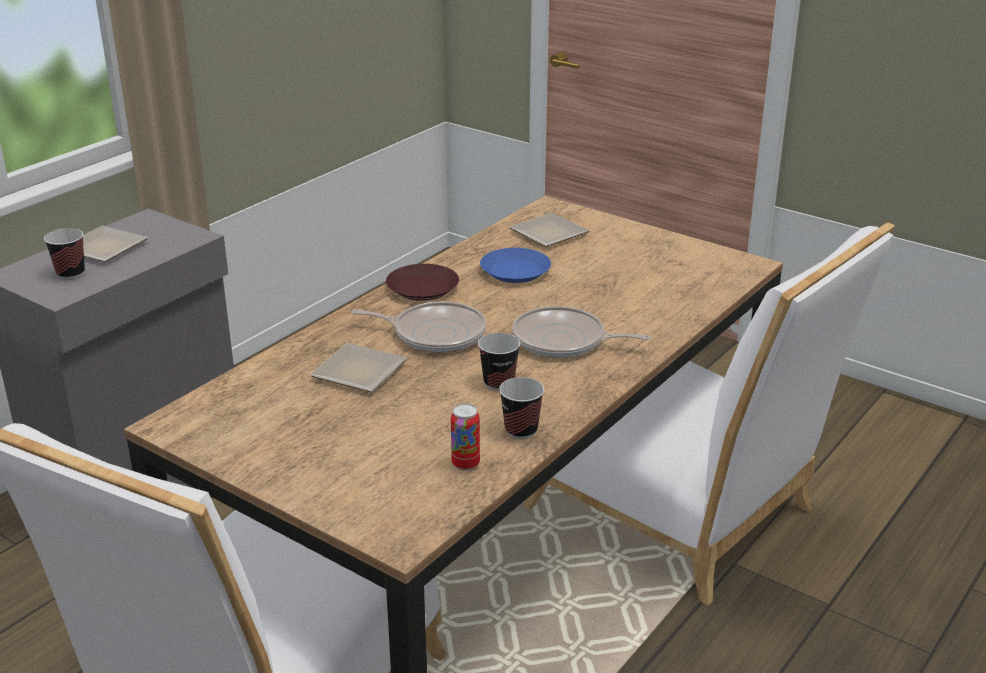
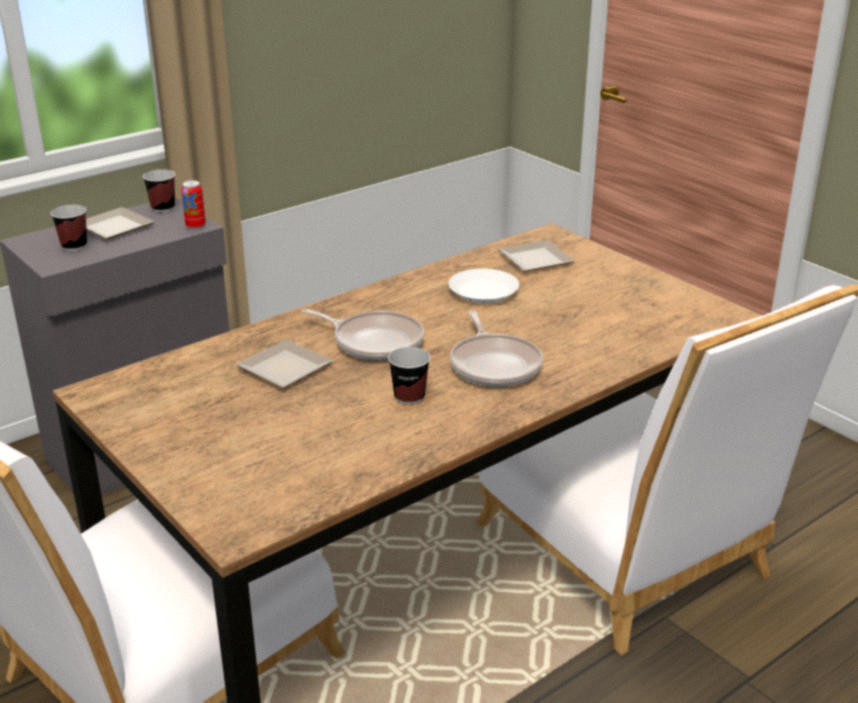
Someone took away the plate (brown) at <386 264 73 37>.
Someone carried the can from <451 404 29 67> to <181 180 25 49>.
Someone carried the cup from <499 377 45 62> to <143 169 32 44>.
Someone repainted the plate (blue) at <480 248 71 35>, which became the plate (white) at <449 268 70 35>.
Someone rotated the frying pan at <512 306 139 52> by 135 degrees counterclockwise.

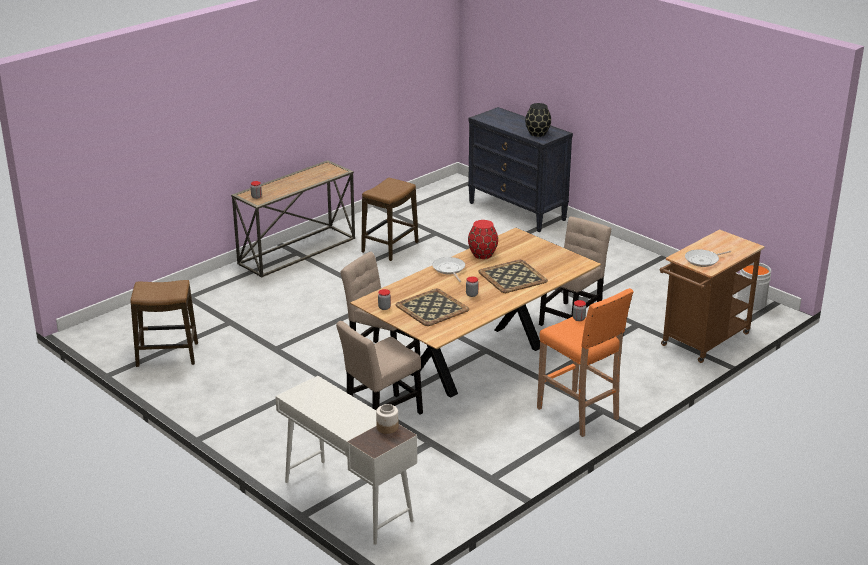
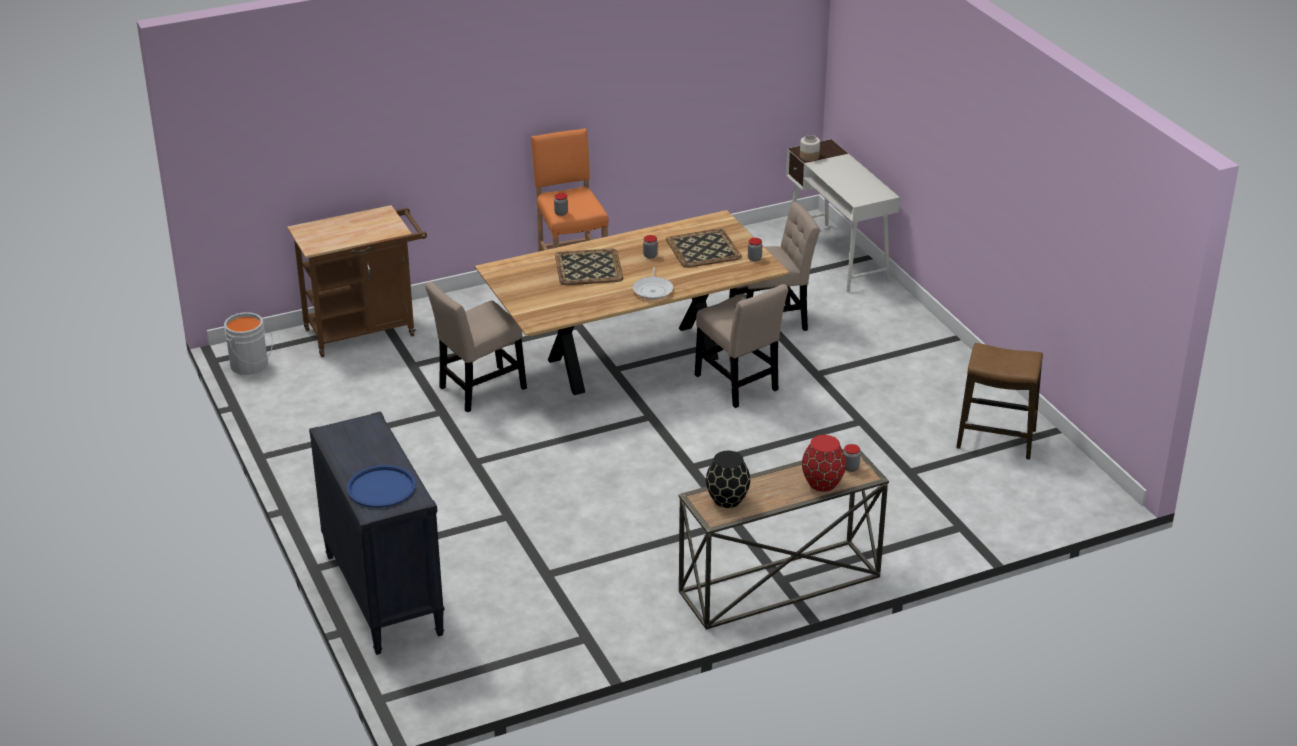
Someone took away the stool at <361 178 57 83>.
Someone took away the frying pan at <685 249 46 18>.
Someone put down the tray (blue) at <347 465 69 43>.
Someone carried the vase (red) from <468 220 30 39> to <802 435 44 57>.
Someone carried the vase (black) from <525 103 26 34> to <706 451 44 57>.

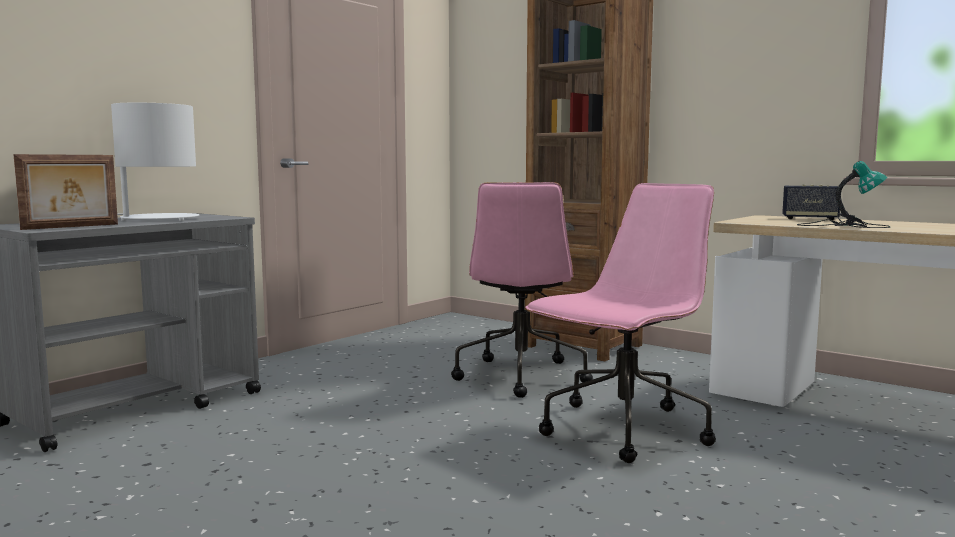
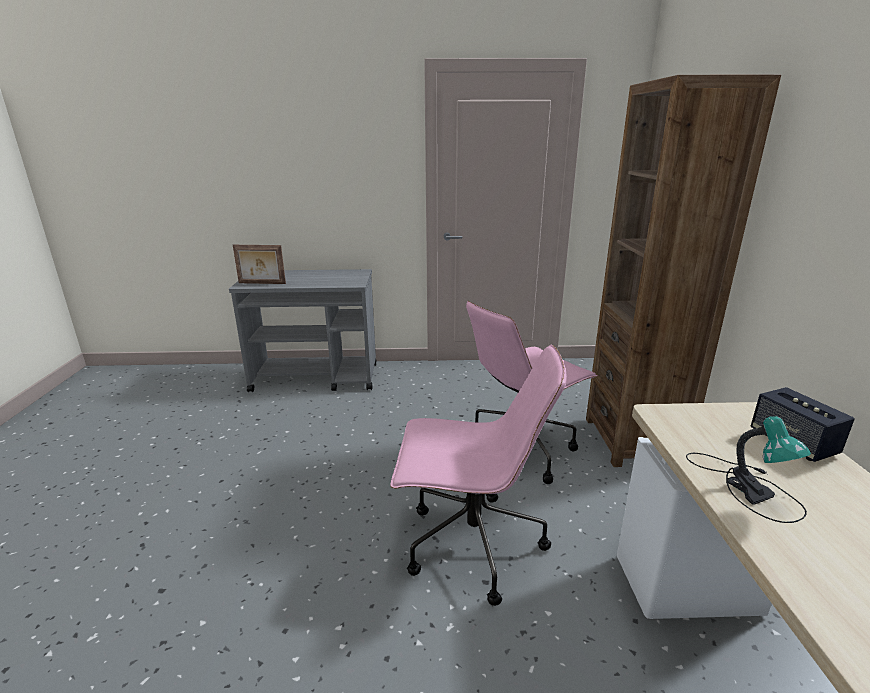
Someone took away the table lamp (white) at <111 103 88 118>.

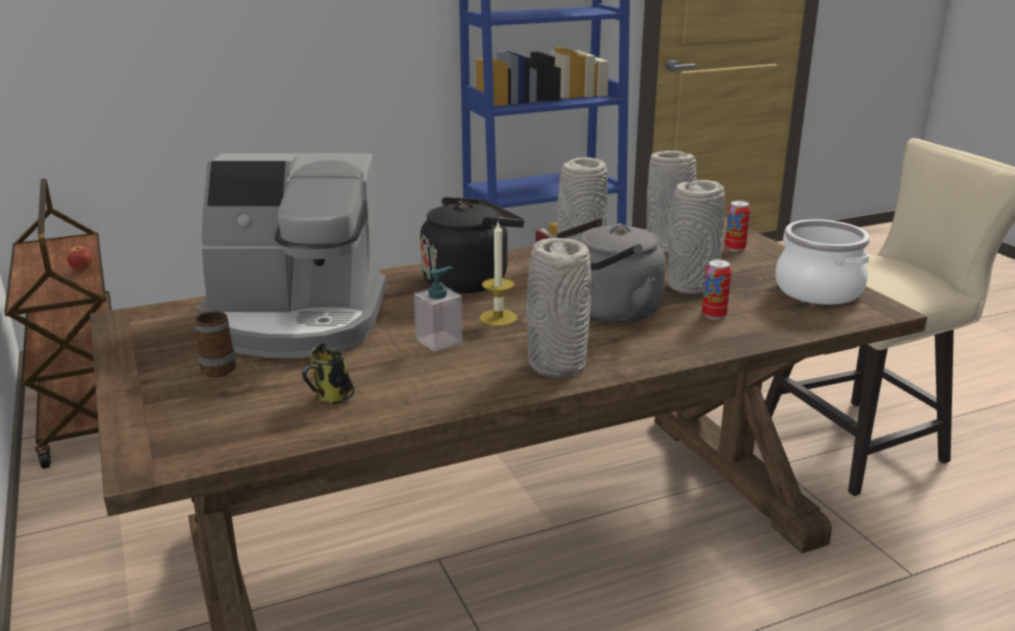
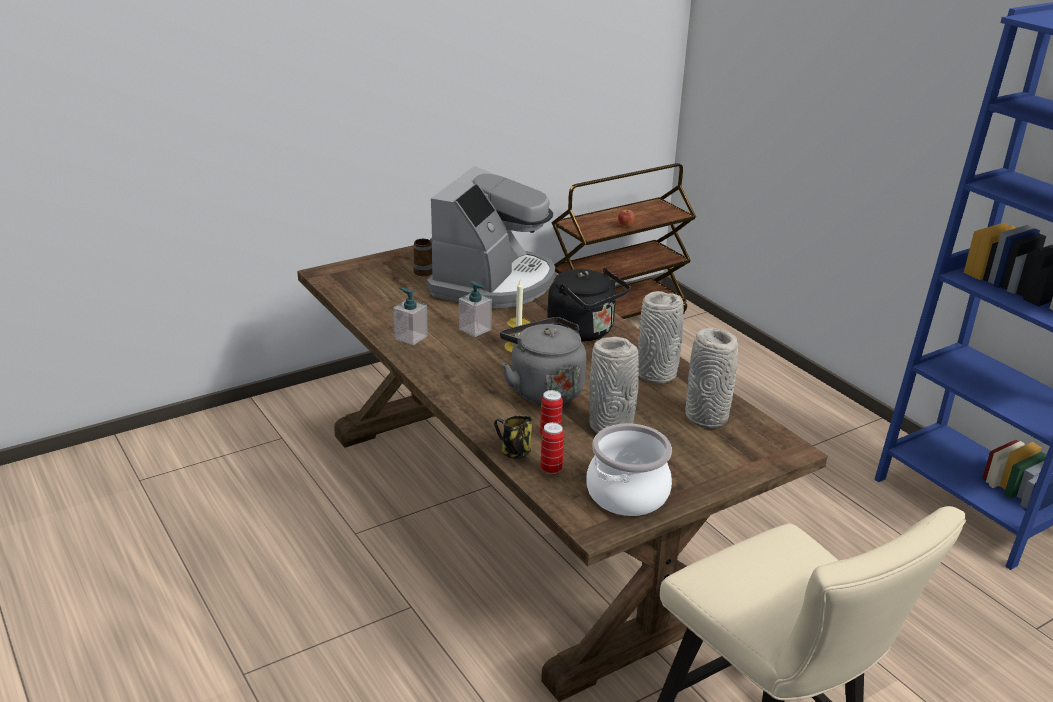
Someone took away the vase (grey) at <527 238 65 139>.
Someone put down the soap dispenser at <394 287 34 58>.
Someone carried the mug from <302 343 53 61> to <494 415 38 44>.
Someone carried the can from <725 200 25 52> to <540 422 24 52>.
Someone rotated the coffee machine at <197 153 190 205> by 150 degrees counterclockwise.

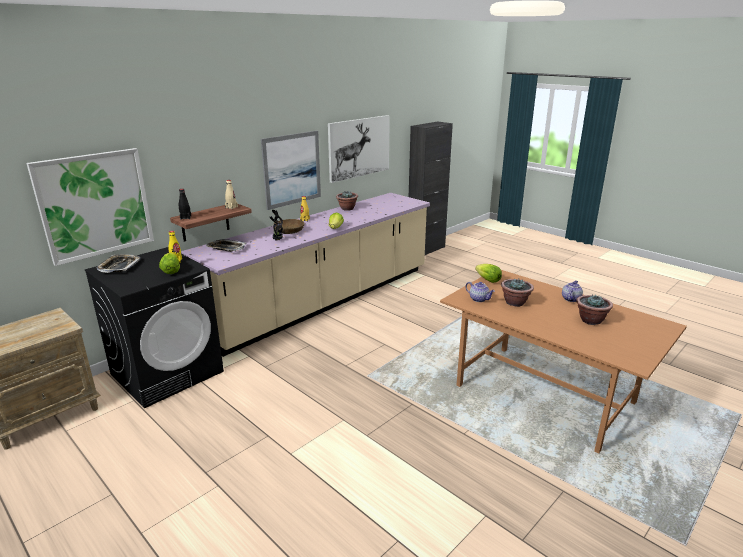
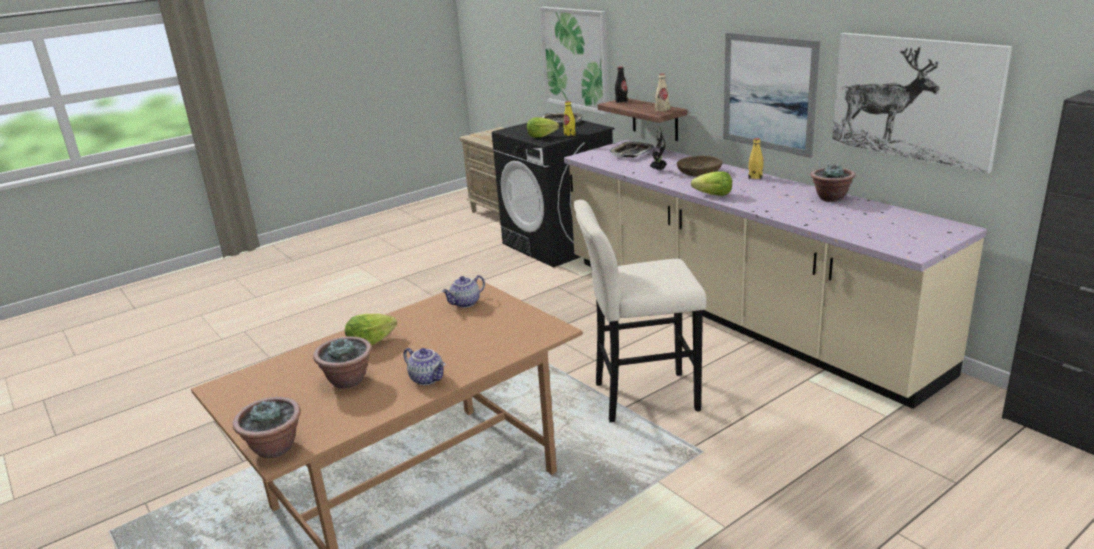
Someone put down the stool (beige) at <574 200 132 222>.
Someone carried the lettuce from <475 264 27 19> to <345 314 52 31>.
Someone carried the potted plant from <501 278 33 29> to <233 397 68 61>.

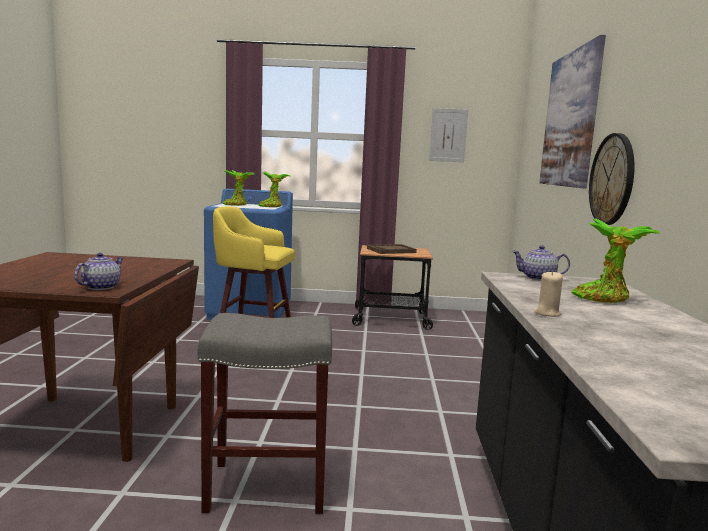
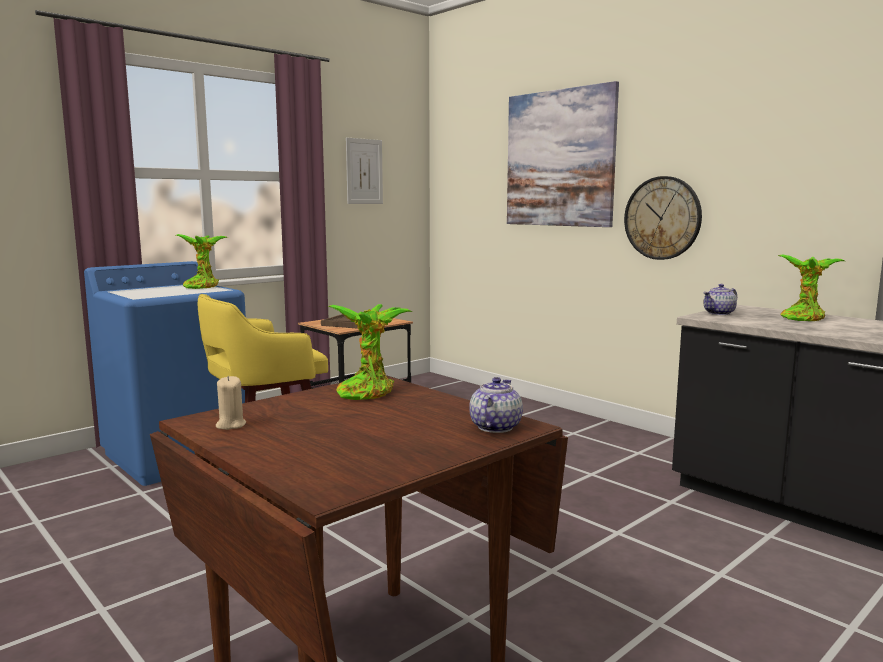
Someone took away the stool (grey) at <198 313 134 201>.
Someone carried the potted plant from <223 170 32 36> to <328 304 85 96>.
Someone carried the candle (beige) from <534 271 29 46> to <216 376 30 54>.
Someone rotated the teapot at <74 253 50 37> by 45 degrees clockwise.

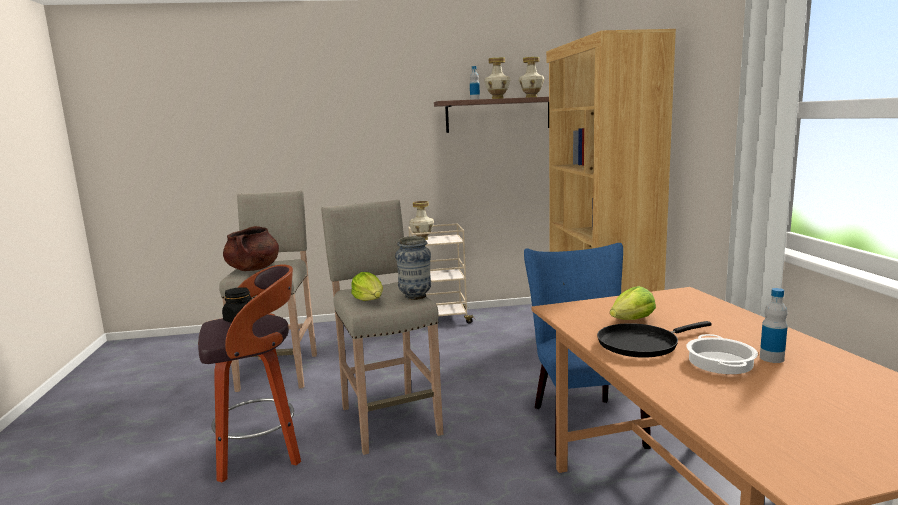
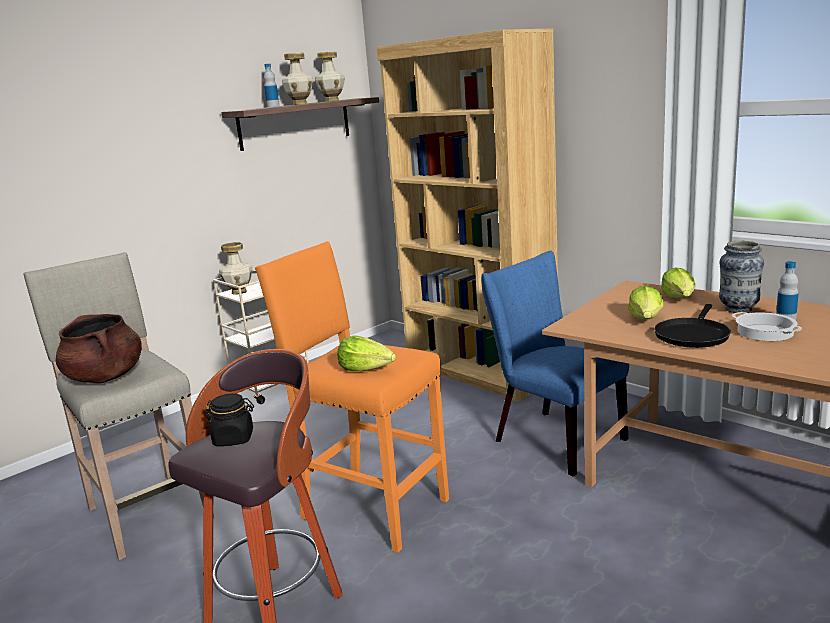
Someone put down the lettuce at <661 267 35 31>.
Someone carried the vase from <395 236 36 64> to <719 241 45 72>.
Someone repainted the stool (beige) at <321 200 122 255>, which became the stool (orange) at <255 242 194 311>.

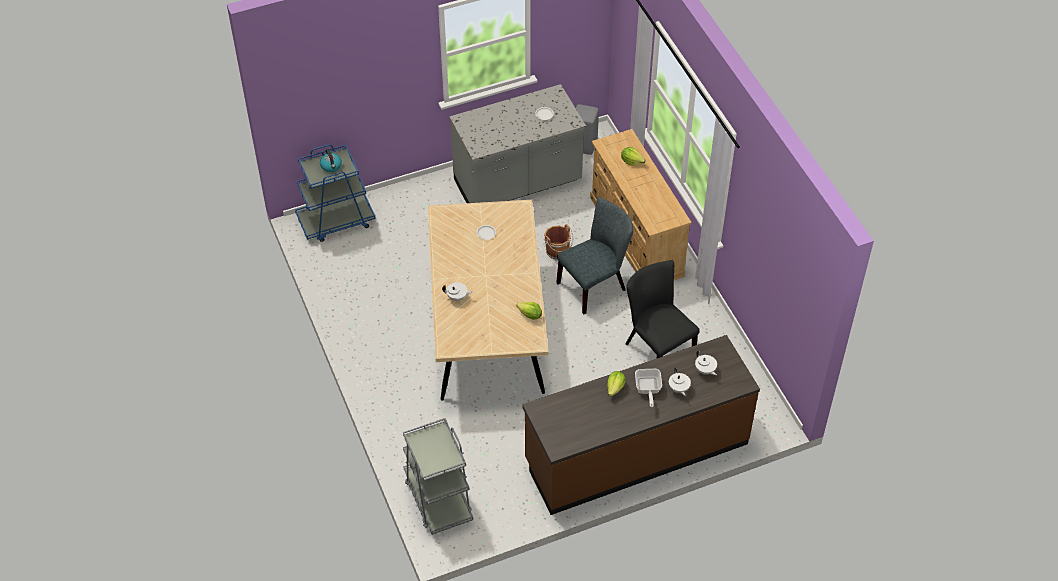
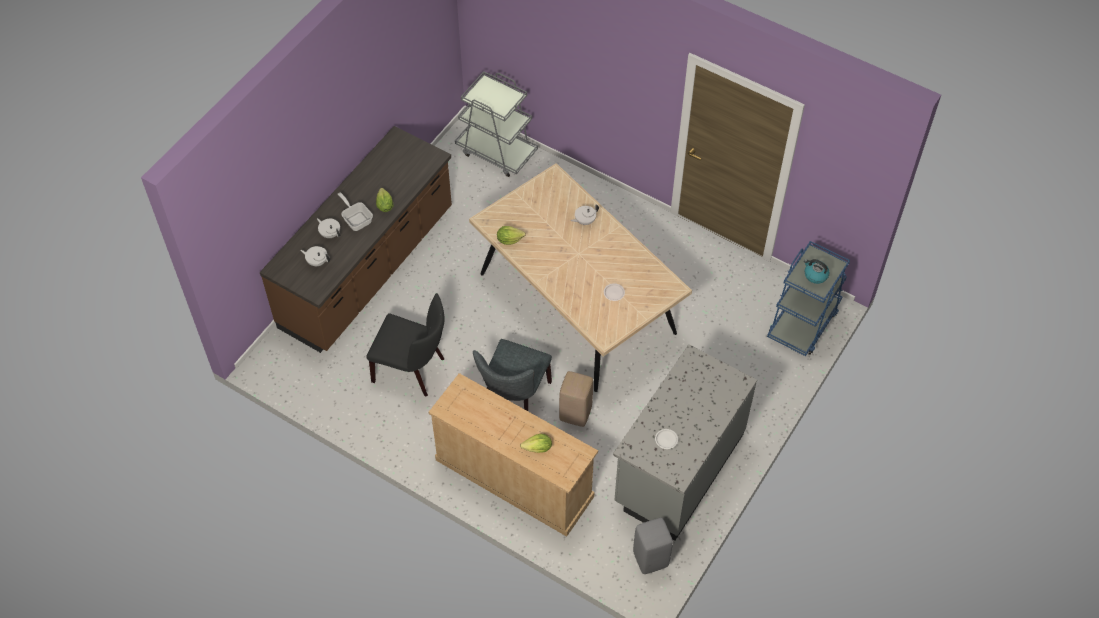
Someone swapped the bucket (brown) at <544 224 29 36> for the stool (beige) at <559 371 34 56>.

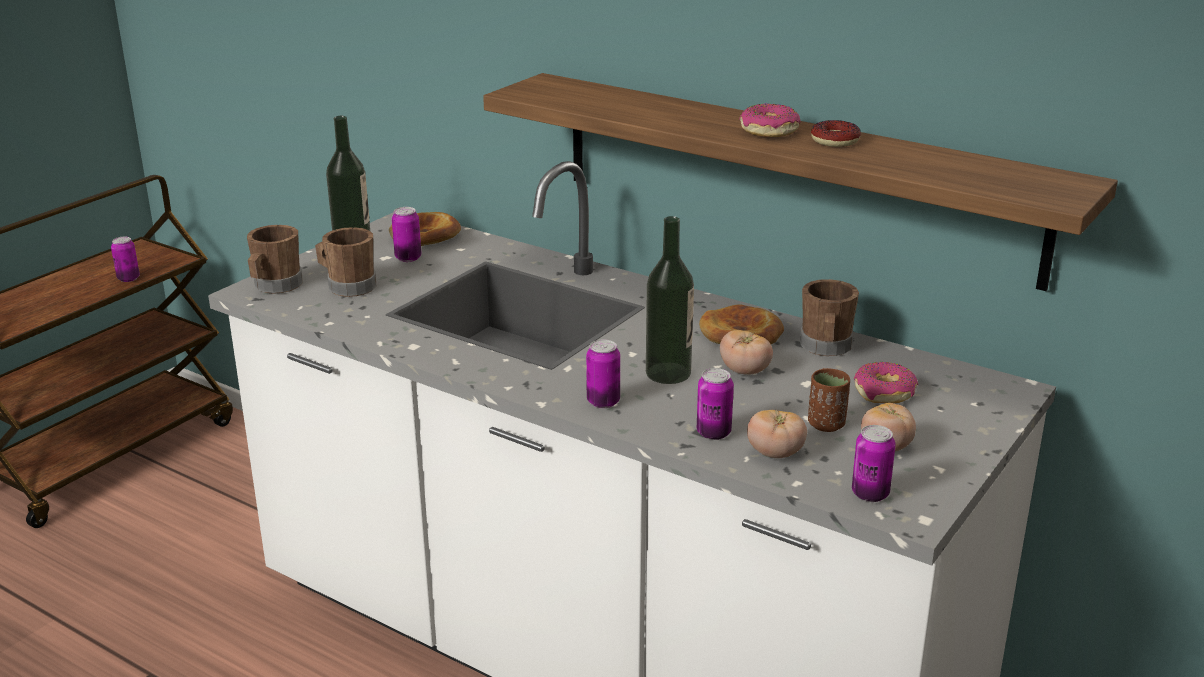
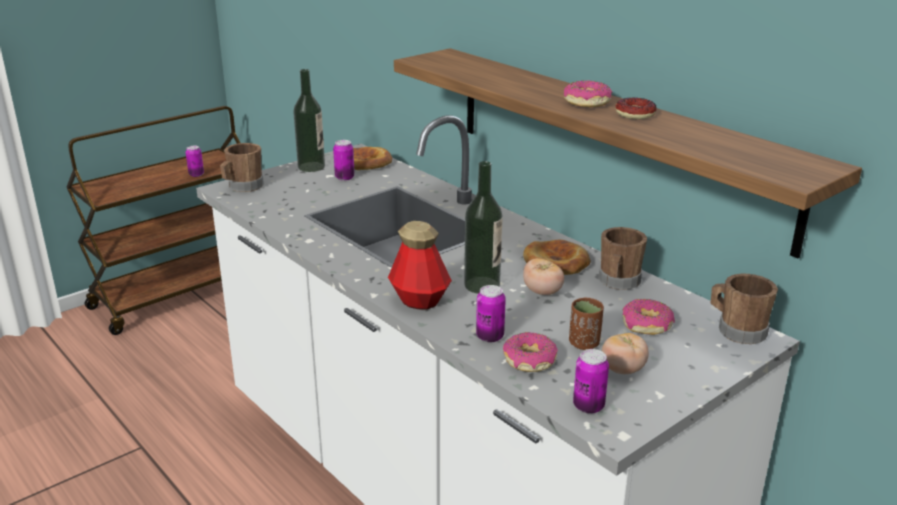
Someone carried the mug (brown) from <315 227 61 70> to <710 273 68 71>.
Someone swapped the can at <586 340 34 68> for the bottle at <388 221 64 89>.
Someone swapped the tomato at <747 409 60 49> for the donut at <503 332 55 40>.

